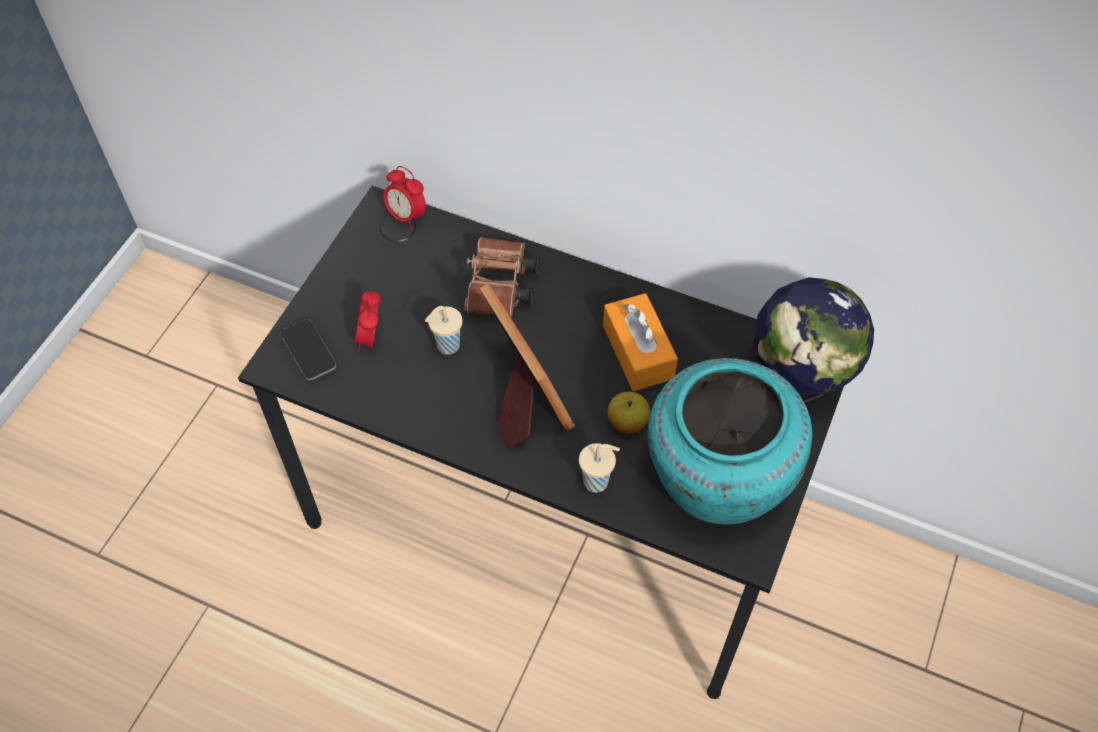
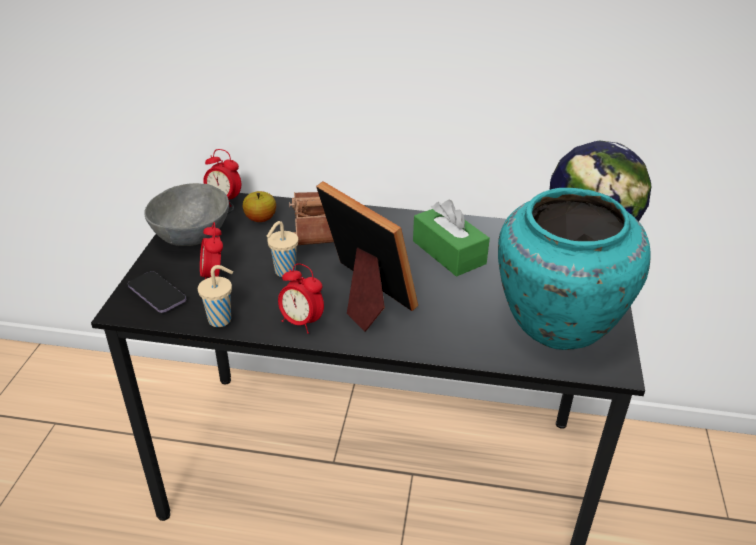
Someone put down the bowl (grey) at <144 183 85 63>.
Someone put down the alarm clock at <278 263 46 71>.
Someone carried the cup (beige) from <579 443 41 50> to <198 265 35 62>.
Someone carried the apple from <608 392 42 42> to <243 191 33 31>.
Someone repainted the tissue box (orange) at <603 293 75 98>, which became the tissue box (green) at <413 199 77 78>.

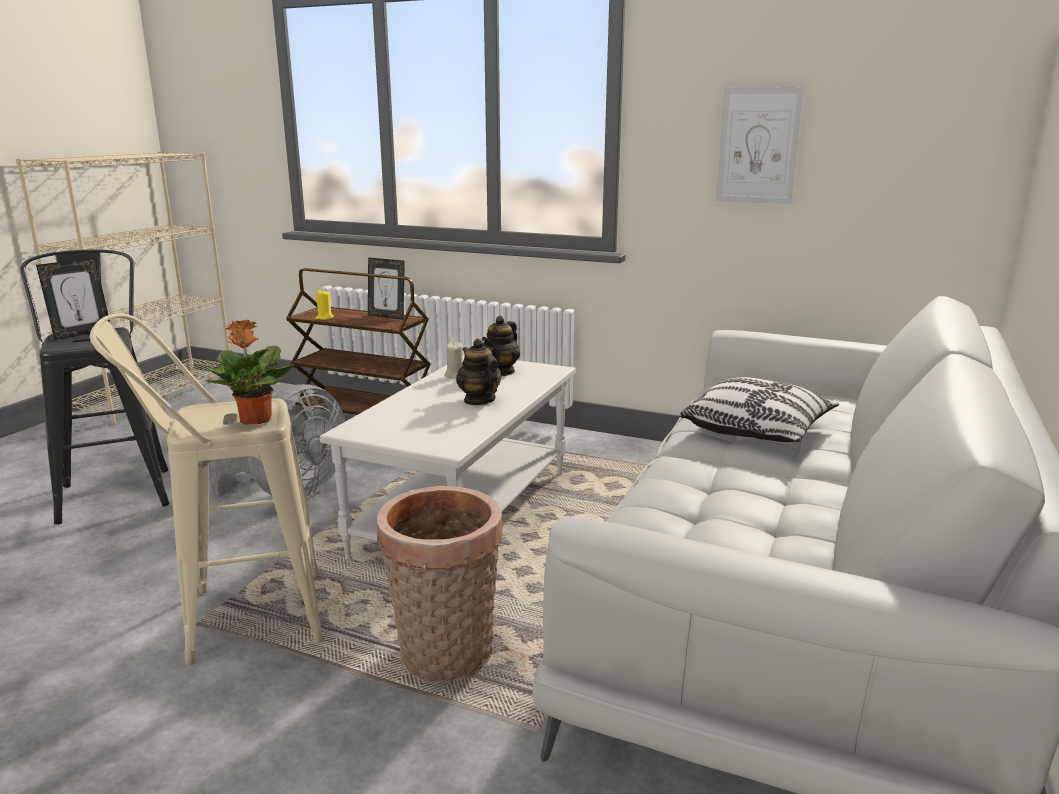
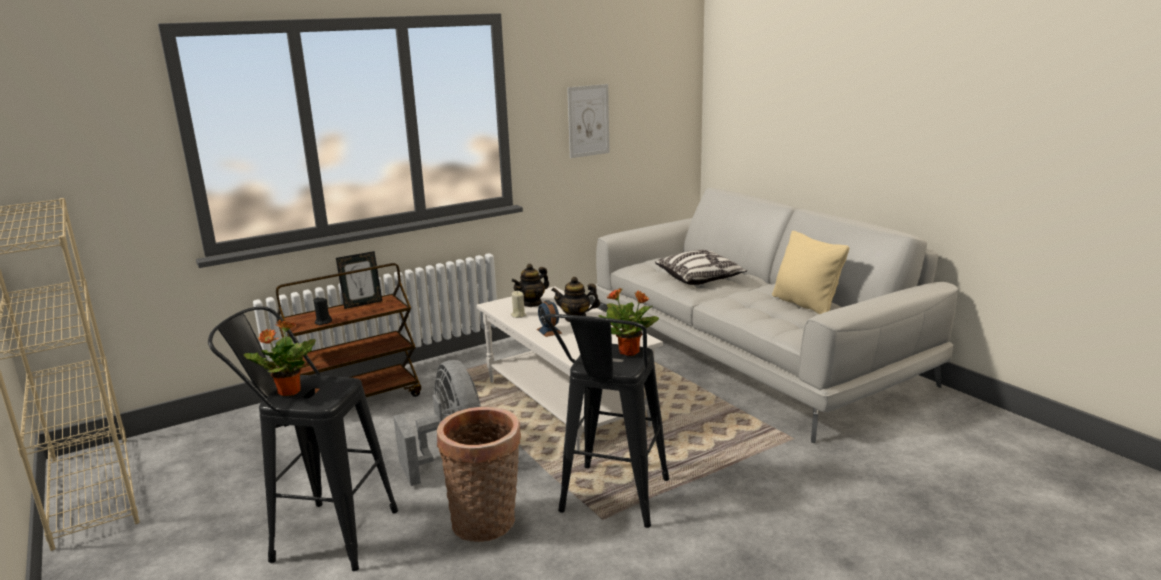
Someone put down the alarm clock at <537 300 25 37>.
Someone put down the pillow (beige) at <772 231 77 83>.
Someone carried the basket from <377 486 125 196> to <437 407 84 135>.
Someone swapped the picture frame at <36 258 74 82> for the potted plant at <243 320 73 76>.
Someone repainted the stool (beige) at <90 314 233 351>, which became the stool (black) at <544 314 125 214>.
Someone repainted the candle (yellow) at <315 290 19 30>, which became the candle (black) at <314 297 18 28>.
Someone rotated the teapot at <482 316 38 60> by 75 degrees clockwise.

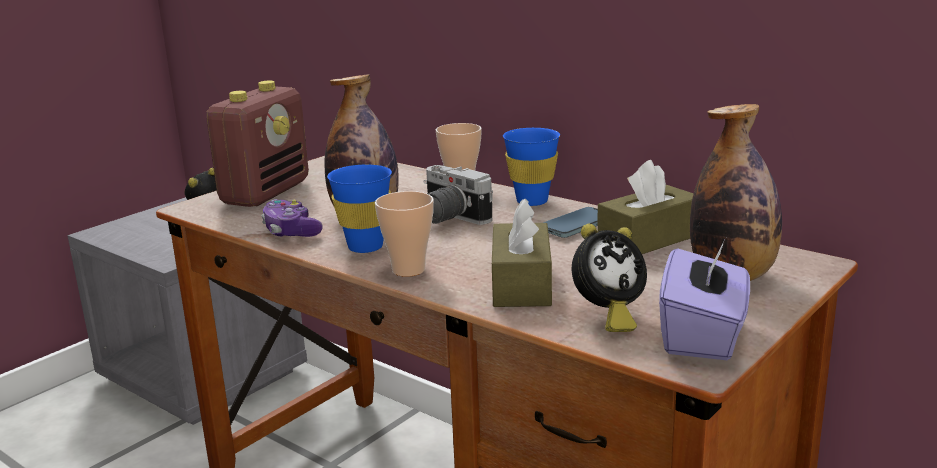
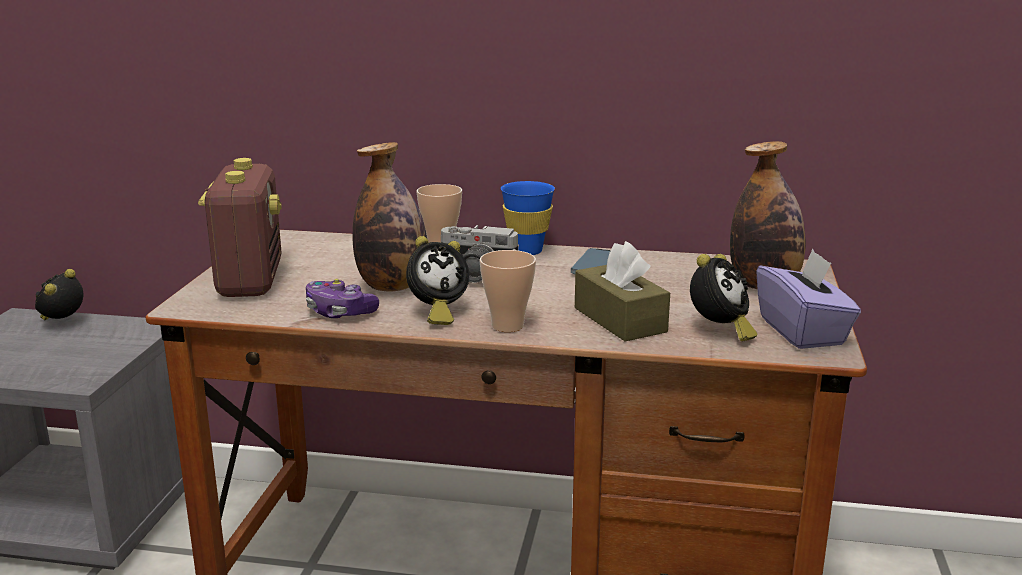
Someone took away the tissue box (brown) at <597 160 97 94>.
Someone swapped the cup (blue) at <327 164 65 89> for the alarm clock at <406 236 63 89>.

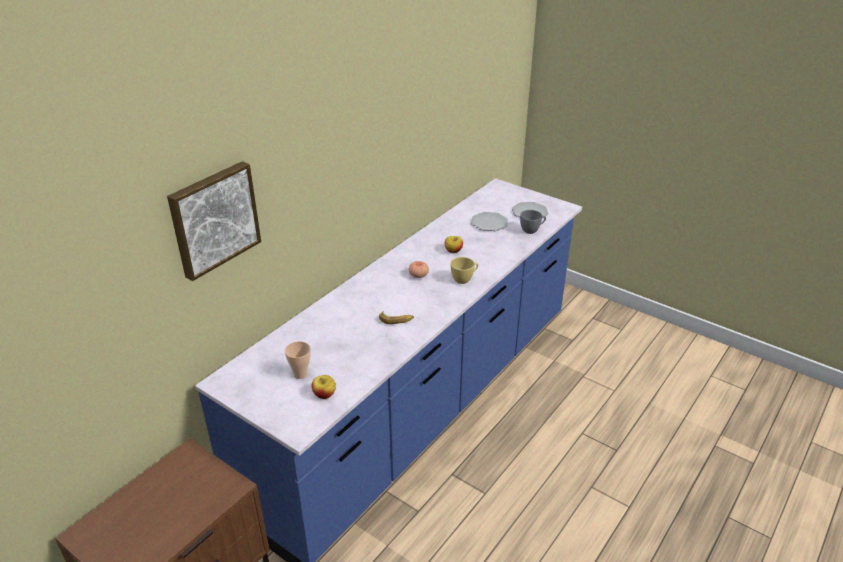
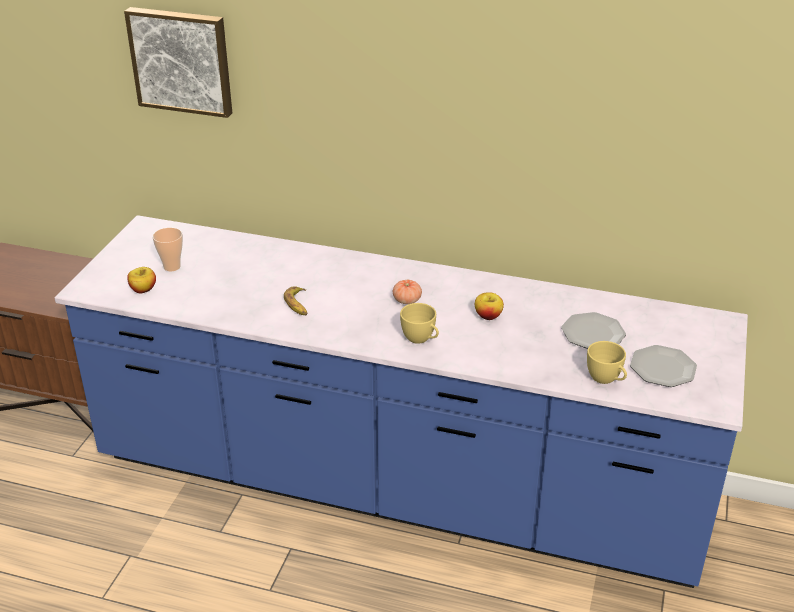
Someone repainted the cup (grey) at <520 210 26 24>, which became the cup (yellow) at <587 341 40 43>.

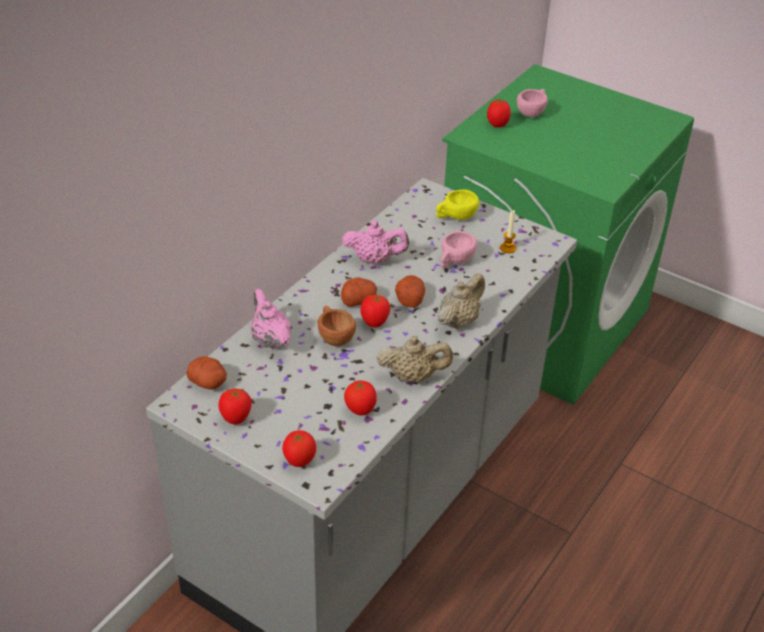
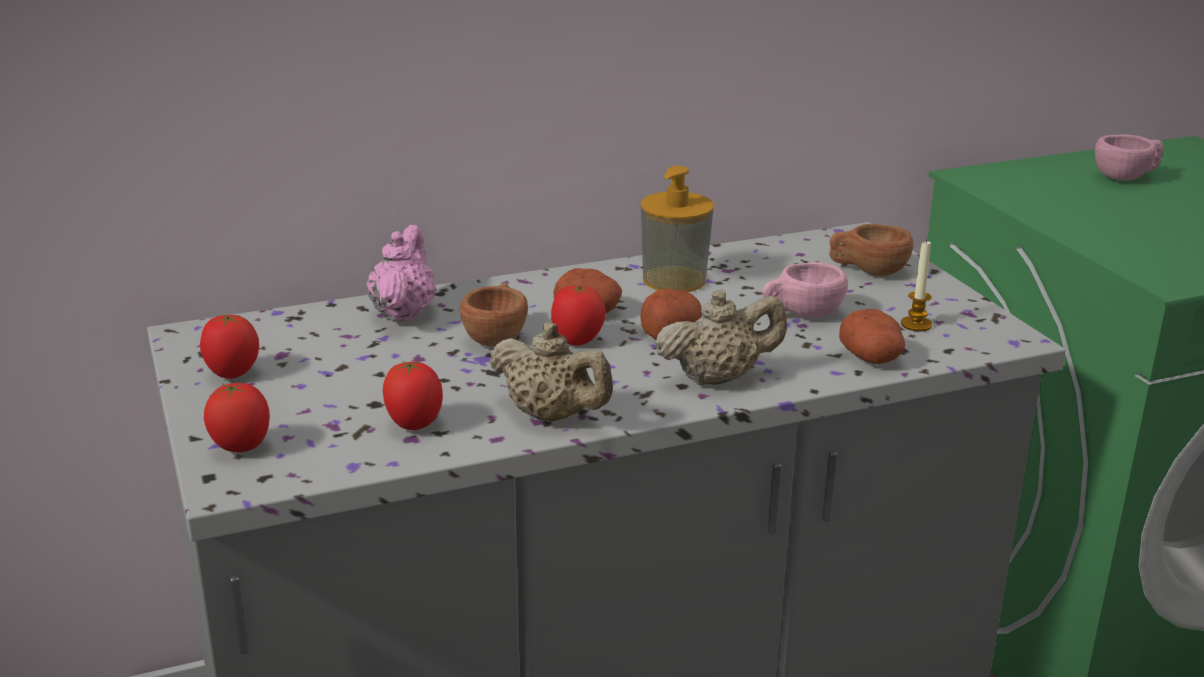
Someone took away the tomato at <487 99 24 28>.
Someone carried the potato from <187 356 40 34> to <839 309 66 55>.
Someone swapped the teapot (pink) at <342 221 67 43> for the soap dispenser at <640 166 74 126>.
Someone repainted the cup (yellow) at <436 190 43 30>, which became the cup (brown) at <829 224 84 52>.

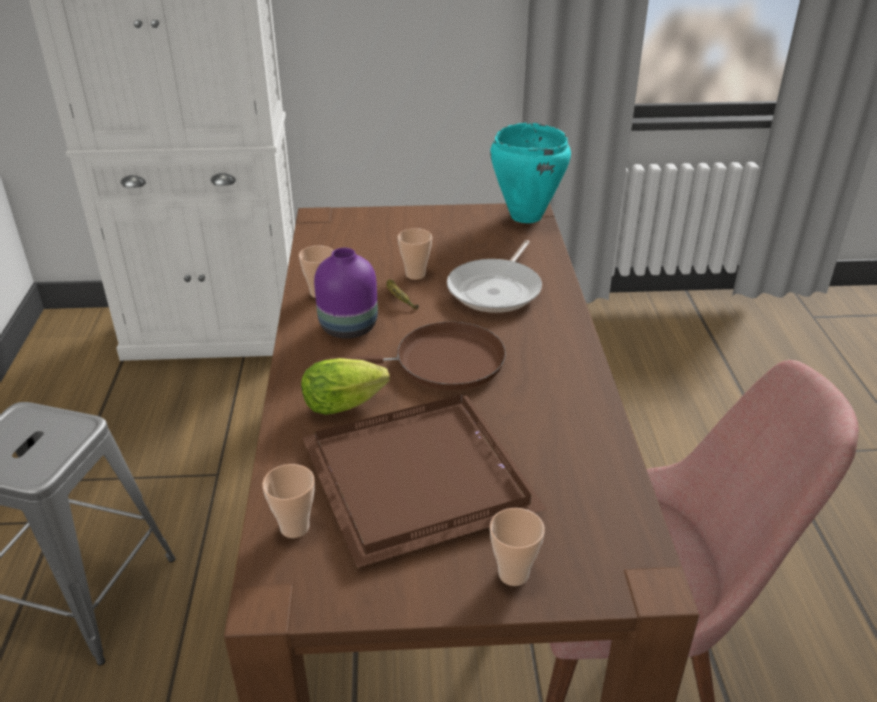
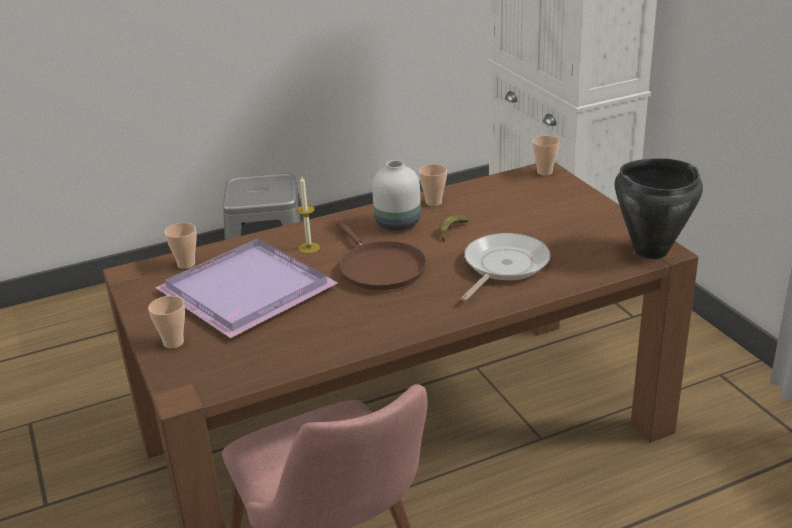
Someone carried the cup from <398 228 34 52> to <532 136 28 40>.
Someone swapped the lettuce at <301 358 89 57> for the candle at <296 177 24 77>.
Someone repainted the tray (brown) at <302 394 245 174>, which became the tray (purple) at <156 238 182 100>.
Someone repainted the vase (purple) at <314 248 64 91>, which became the vase (white) at <372 160 49 71>.
Someone repainted the cooking pot (turquoise) at <490 123 81 100>, which became the cooking pot (black) at <615 158 88 101>.
Someone rotated the frying pan at <447 240 95 73> by 120 degrees clockwise.

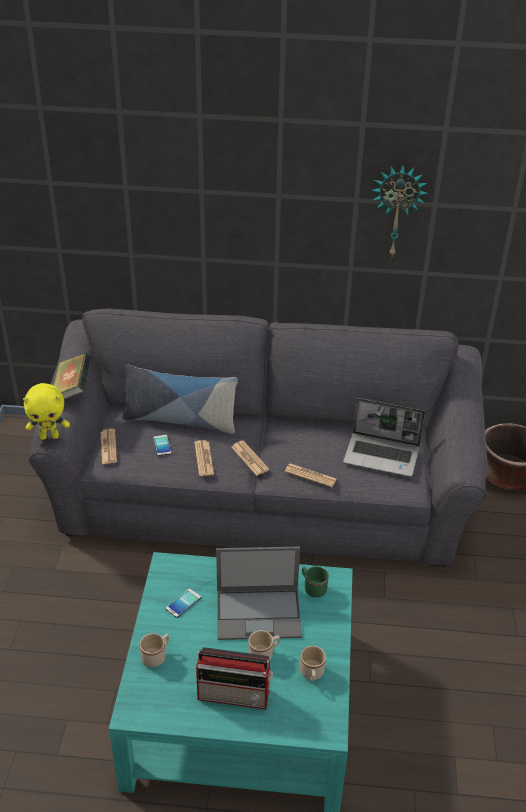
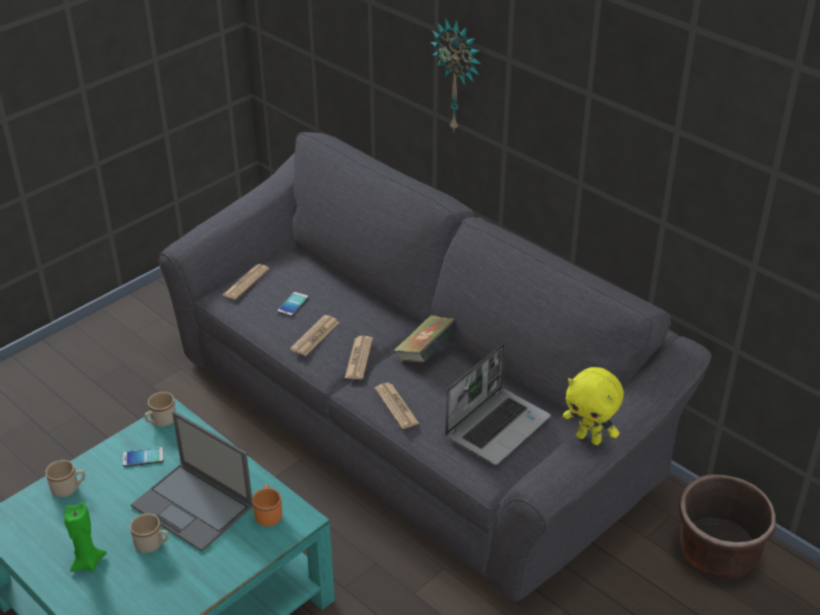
Someone took away the pillow at <122 364 116 70>.
Someone carried the plush toy (yellow) from <23 383 47 57> to <563 367 61 78>.
Someone carried the book from <54 353 37 47> to <393 315 64 48>.
Someone carried the mug (beige) from <300 646 26 35> to <144 392 32 35>.
Someone carried the wall clock from <372 166 56 90> to <430 18 51 115>.
Someone swapped the radio at <196 647 77 62> for the candle (green) at <64 502 43 70>.
Someone repainted the mug (green) at <302 566 27 31>, which became the mug (orange) at <252 484 30 42>.
Someone rotated the laptop at <343 398 82 79> by 105 degrees counterclockwise.

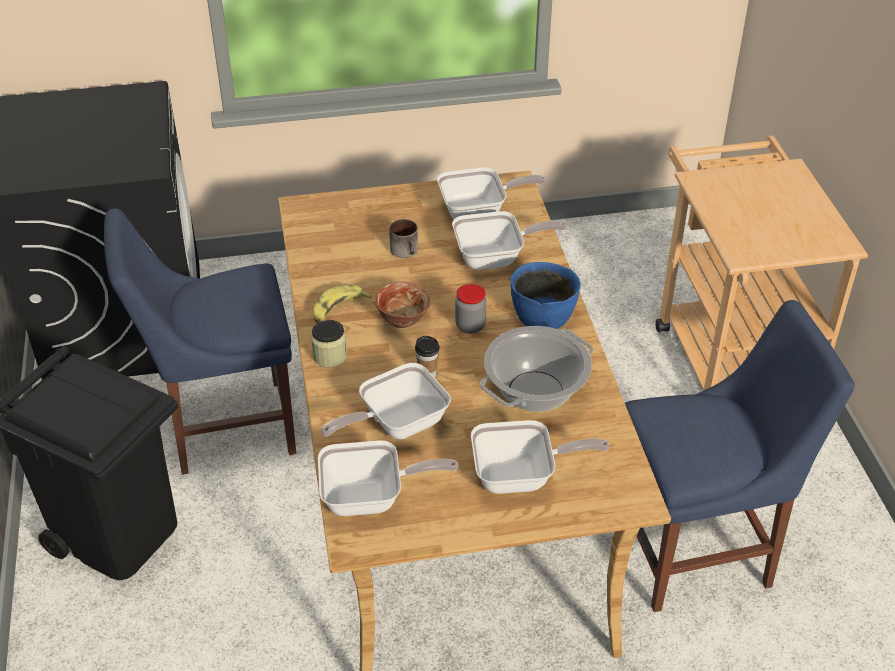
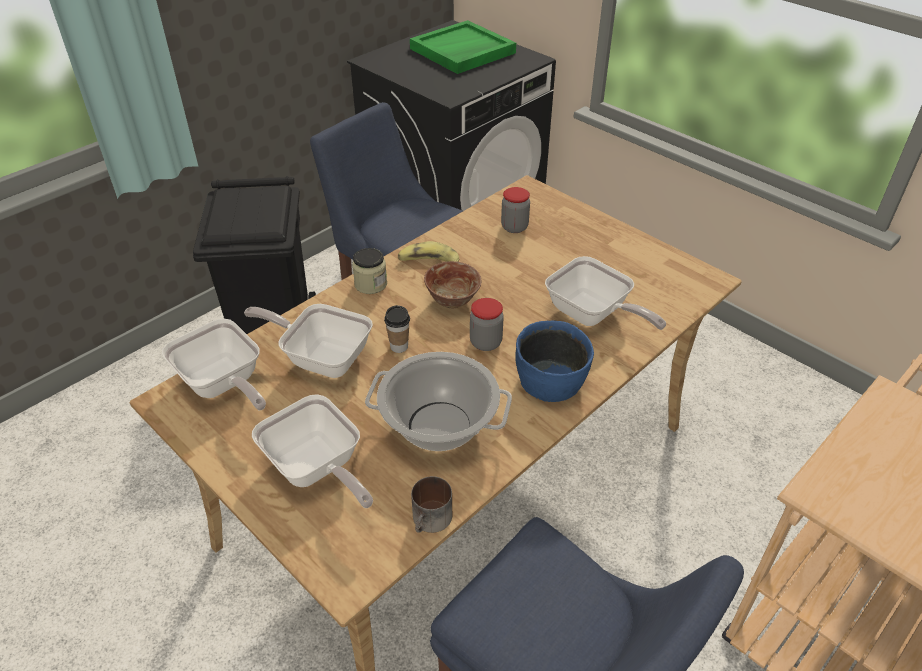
Someone took away the frying pan at <437 167 109 52>.
Someone put down the tray (green) at <410 20 106 54>.
Someone put down the jar at <501 187 29 46>.
Someone carried the mug from <389 219 29 39> to <411 476 41 57>.

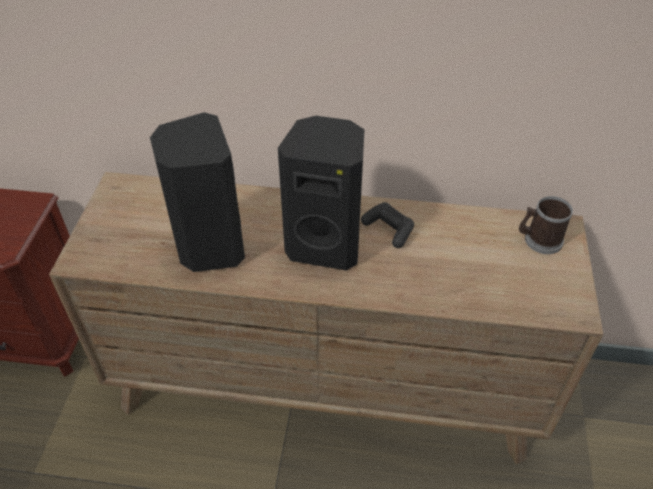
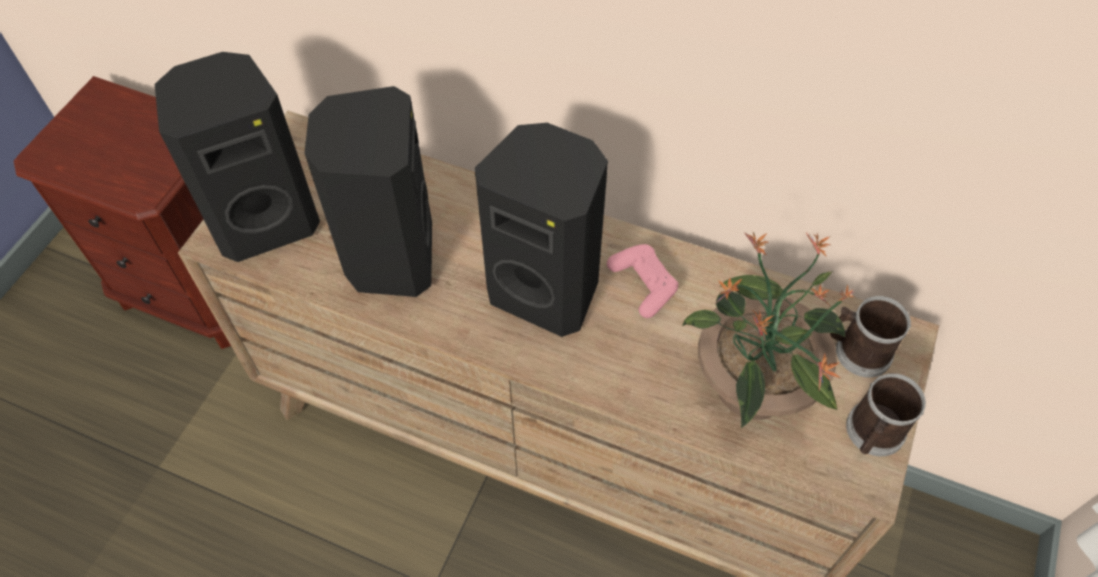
Someone put down the speaker (black) at <155 52 165 210>.
Someone put down the potted plant at <682 232 173 196>.
Someone put down the mug at <846 373 80 84>.
Someone repainted the game controller (black) at <361 202 53 46>, which became the game controller (pink) at <607 244 71 74>.

